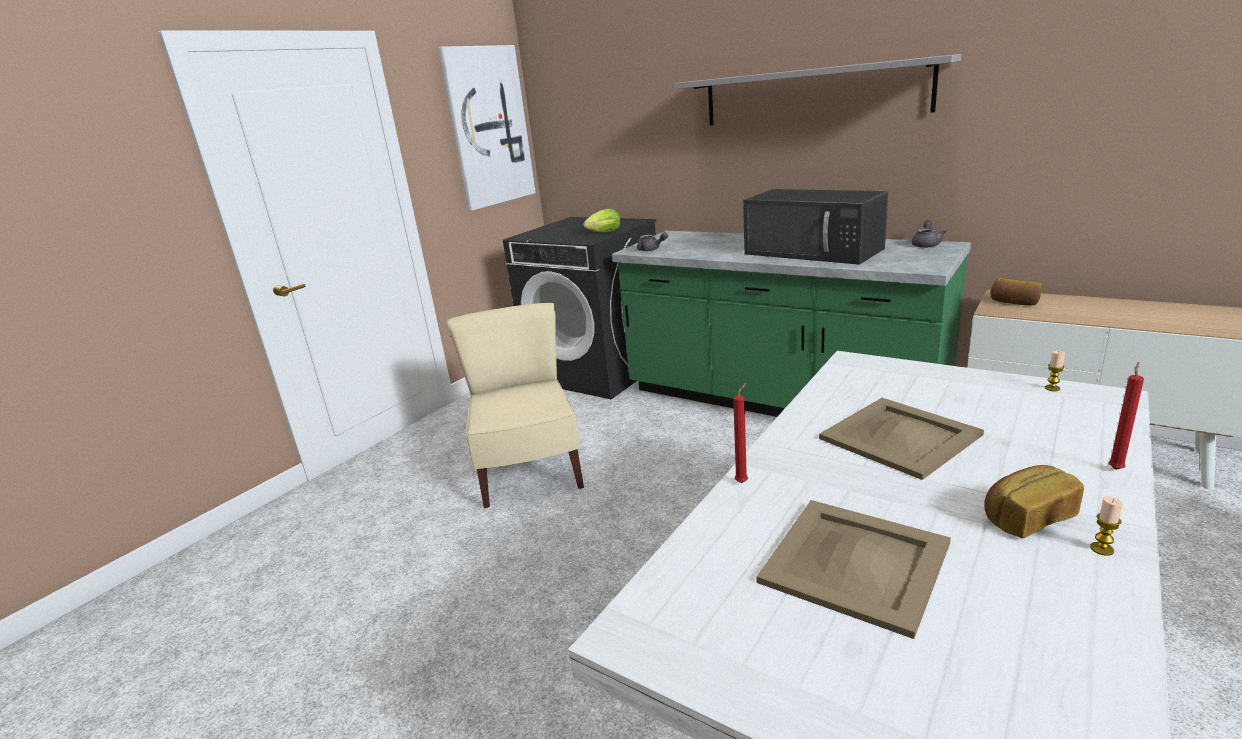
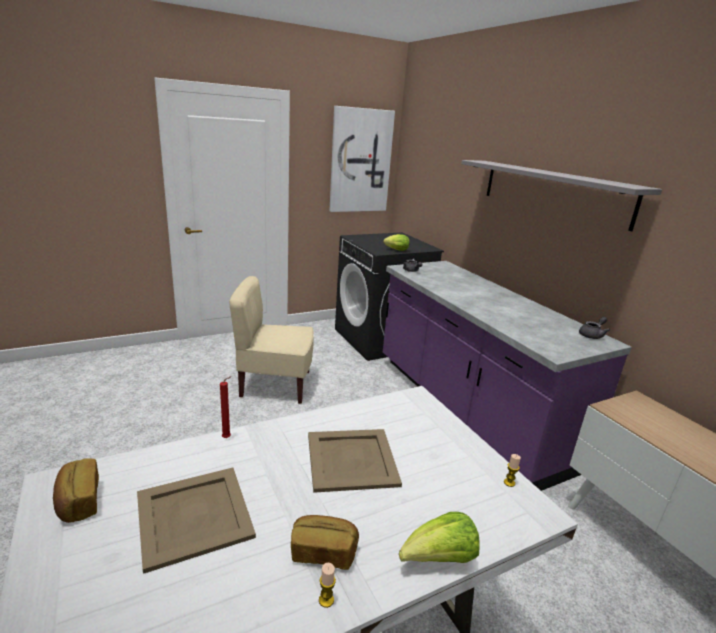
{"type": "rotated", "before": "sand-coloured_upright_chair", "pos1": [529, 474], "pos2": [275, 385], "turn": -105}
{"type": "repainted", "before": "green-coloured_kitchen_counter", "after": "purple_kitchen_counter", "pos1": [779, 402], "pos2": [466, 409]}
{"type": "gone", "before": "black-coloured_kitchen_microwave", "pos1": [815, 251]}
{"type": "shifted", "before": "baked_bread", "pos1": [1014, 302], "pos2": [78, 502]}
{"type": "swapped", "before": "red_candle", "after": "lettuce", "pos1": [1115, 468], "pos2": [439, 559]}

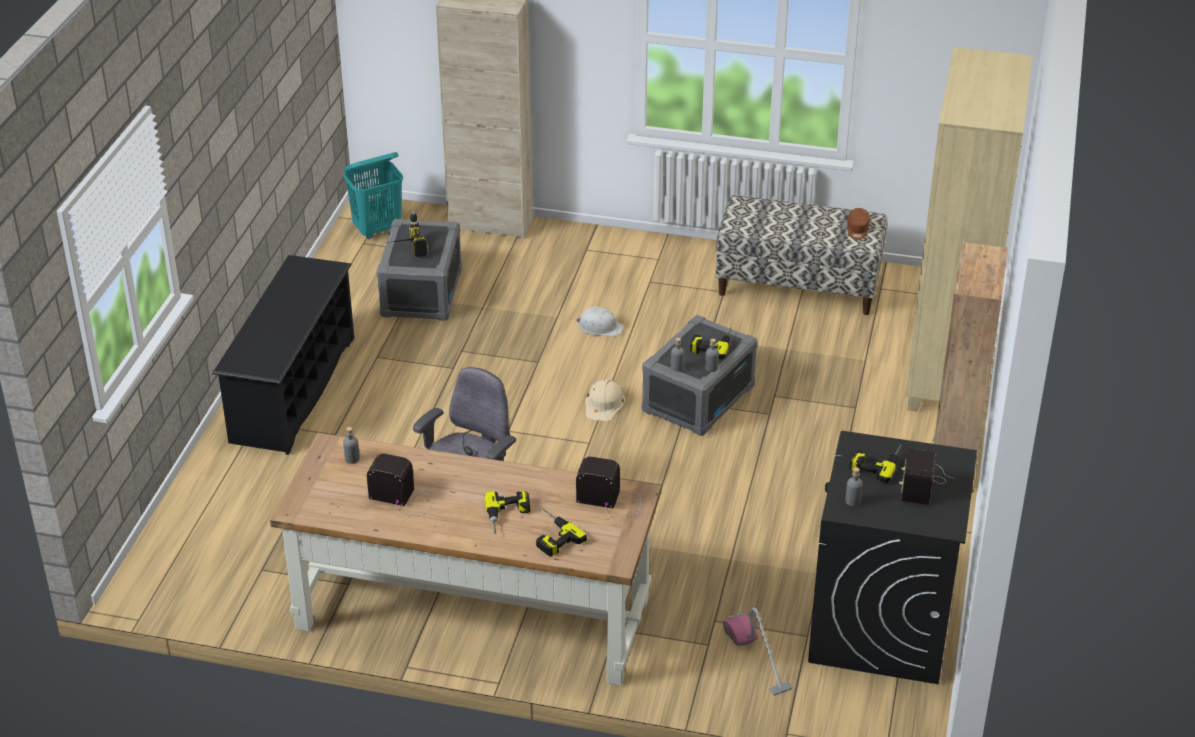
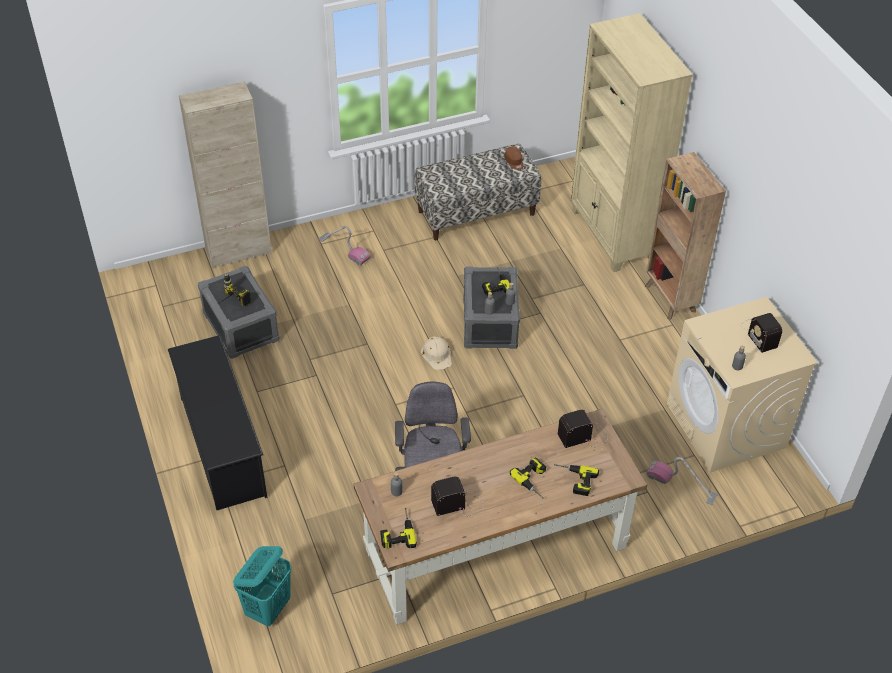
{"type": "shifted", "before": "turquoise-coloured_laundry_basket", "pos1": [378, 230], "pos2": [268, 608]}
{"type": "gone", "before": "white-coloured_hard_hat", "pos1": [600, 327]}
{"type": "repainted", "before": "black-coloured_laundry_machine", "after": "sand-coloured_laundry_machine", "pos1": [881, 626], "pos2": [726, 426]}
{"type": "shifted", "before": "electric_drill", "pos1": [876, 462], "pos2": [397, 531]}
{"type": "new", "after": "vacuum_cleaner", "pos2": [344, 249]}

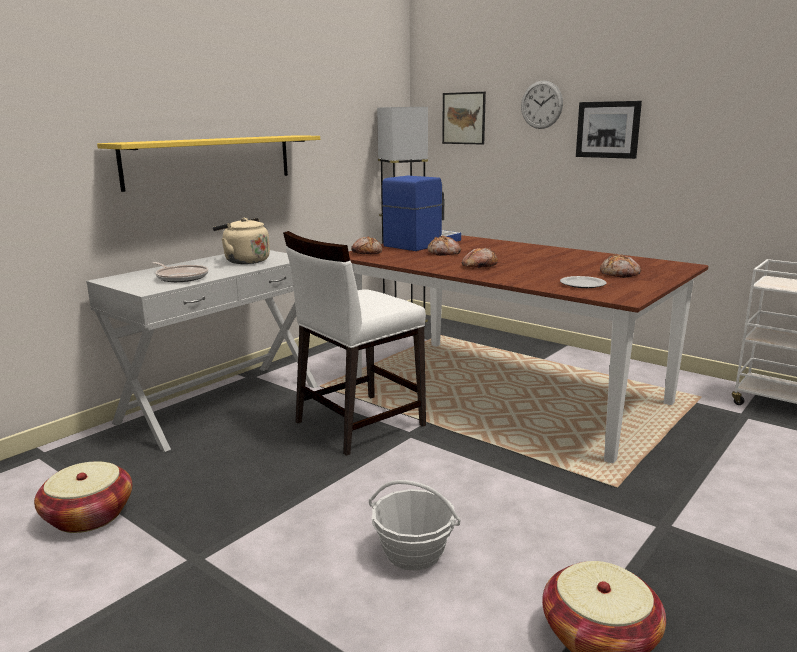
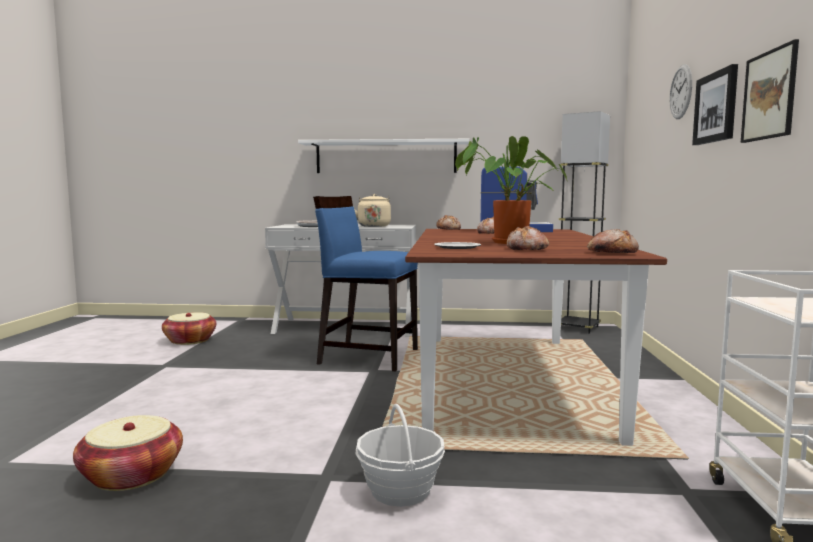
{"type": "repainted", "before": "yellow_wall_shelf", "after": "white-coloured_wall_shelf", "pos1": [210, 161], "pos2": [386, 157]}
{"type": "repainted", "before": "white-coloured_upright_chair", "after": "blue-coloured_upright_chair", "pos1": [358, 423], "pos2": [368, 356]}
{"type": "shifted", "before": "storage_basket", "pos1": [413, 553], "pos2": [400, 491]}
{"type": "shifted", "before": "wall_art", "pos1": [464, 118], "pos2": [769, 95]}
{"type": "shifted", "before": "baked_bread", "pos1": [479, 266], "pos2": [611, 253]}
{"type": "new", "after": "plant_in_a_pot", "pos2": [506, 242]}

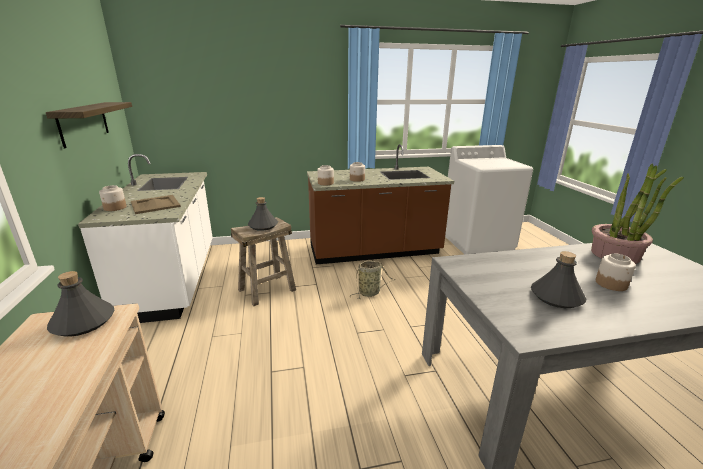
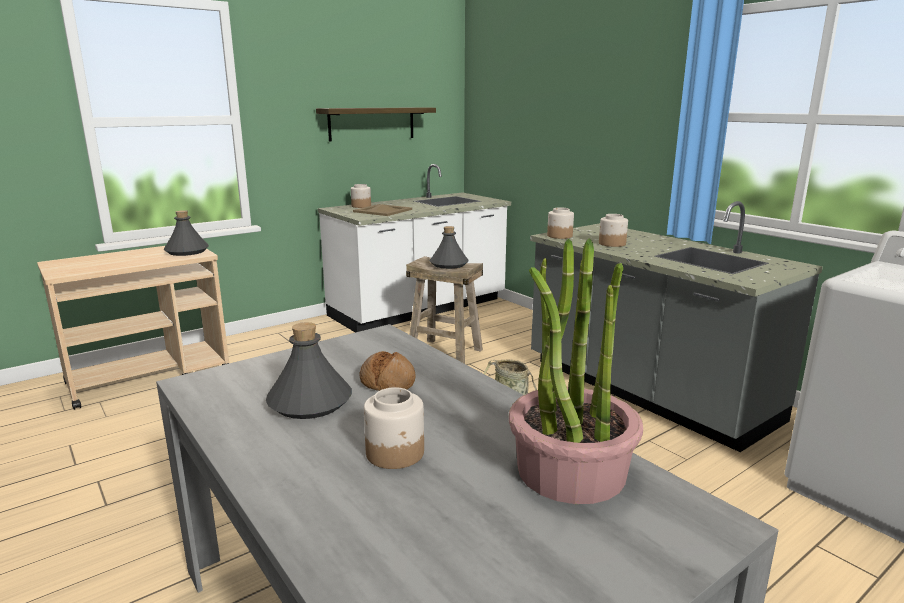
{"type": "repainted", "before": "brown-coloured_kitchen_counter", "after": "grey_kitchen_counter", "pos1": [374, 251], "pos2": [645, 391]}
{"type": "new", "after": "baked_bread", "pos2": [388, 381]}

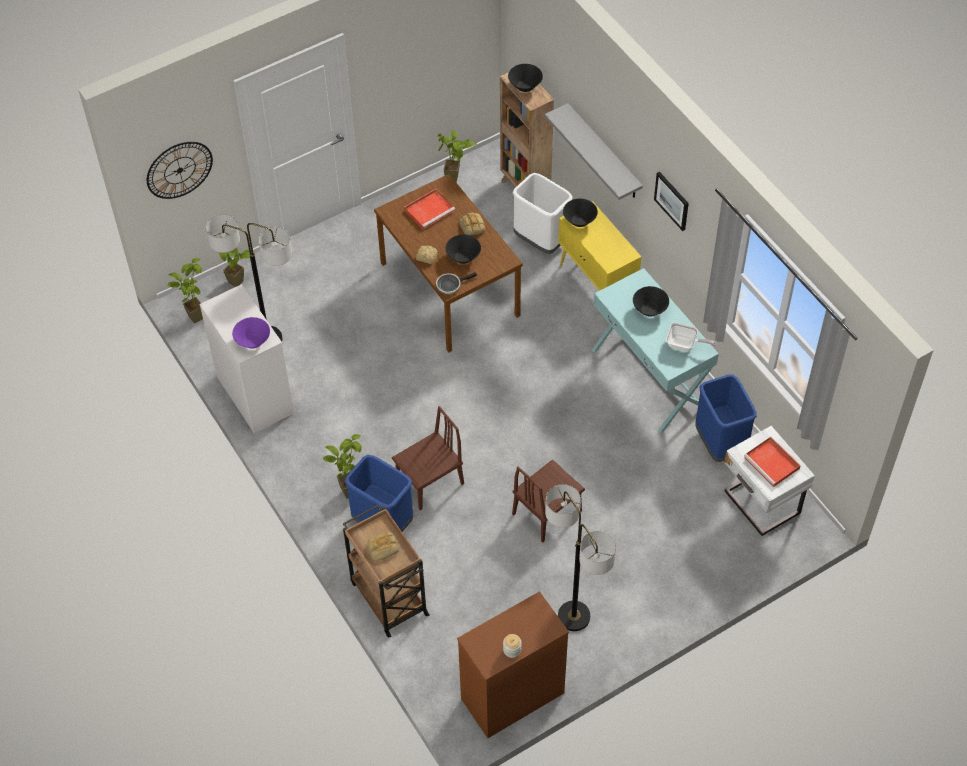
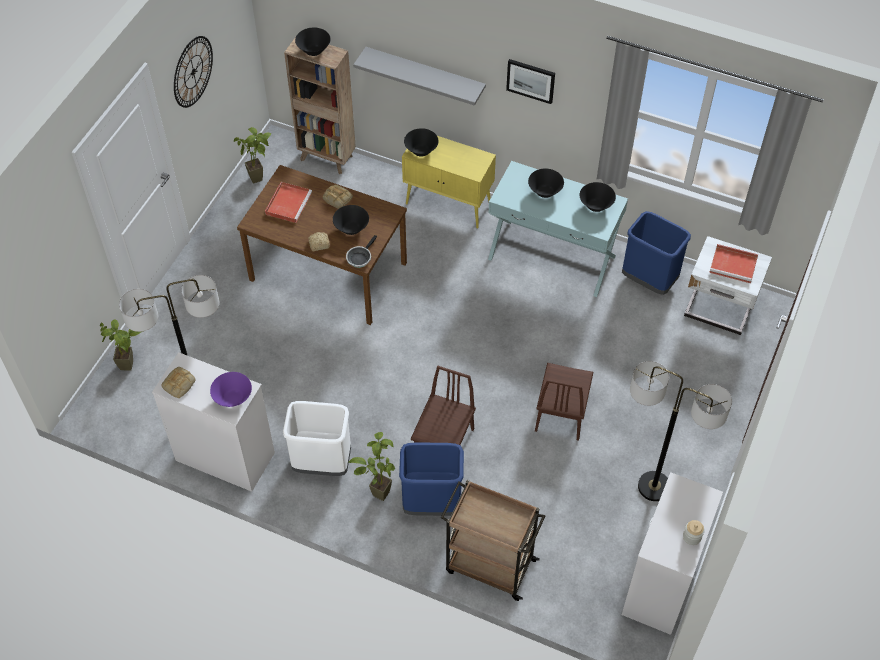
{"type": "shifted", "before": "clock_on_the_wall", "pos1": [179, 170], "pos2": [193, 71]}
{"type": "gone", "before": "plant_in_a_pot", "pos1": [195, 313]}
{"type": "shifted", "before": "baked_bread", "pos1": [383, 548], "pos2": [179, 384]}
{"type": "repainted", "before": "brown-coloured_dresser", "after": "white-coloured_dresser", "pos1": [511, 696], "pos2": [660, 585]}
{"type": "shifted", "before": "white-coloured_trash_can", "pos1": [540, 241], "pos2": [321, 463]}
{"type": "swapped", "before": "skillet", "after": "black-coloured_serving_bowl", "pos1": [684, 345], "pos2": [596, 205]}

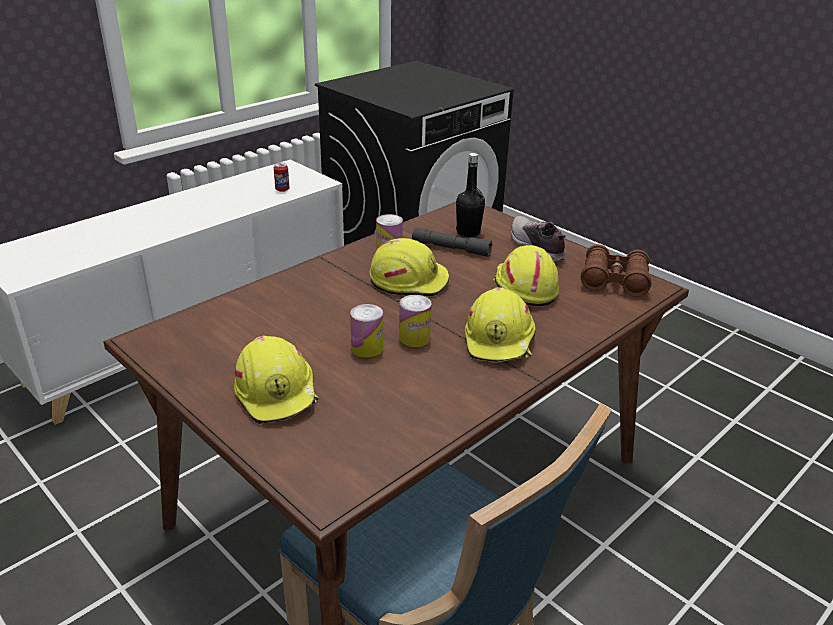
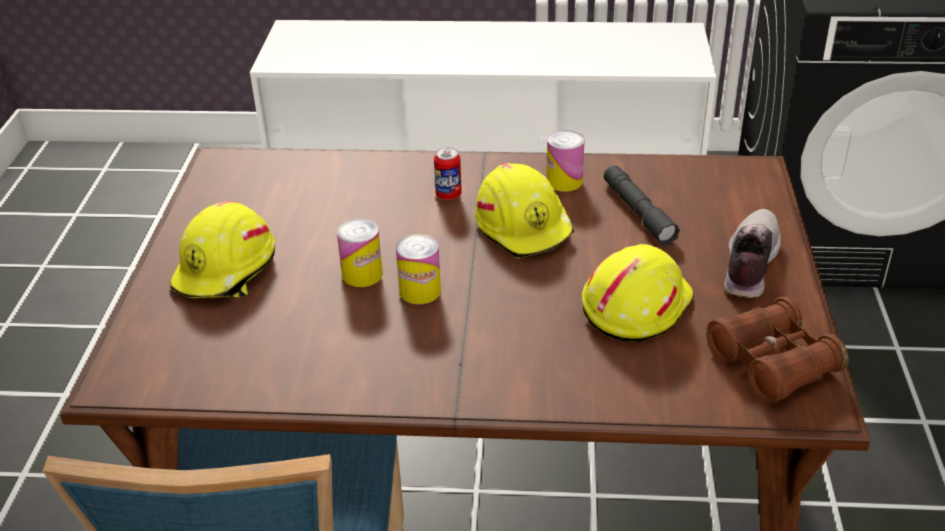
{"type": "shifted", "before": "metal_can", "pos1": [282, 189], "pos2": [448, 195]}
{"type": "gone", "before": "black-coloured_drink_bottle", "pos1": [468, 232]}
{"type": "gone", "before": "yellow_hard_hat", "pos1": [500, 341]}

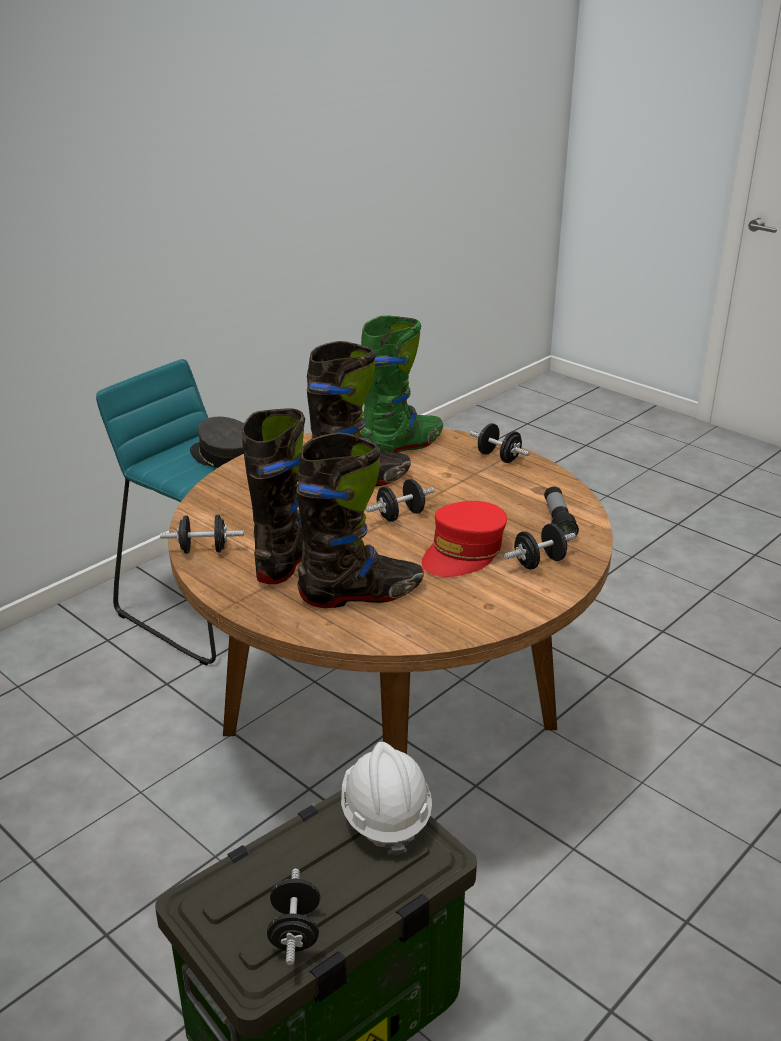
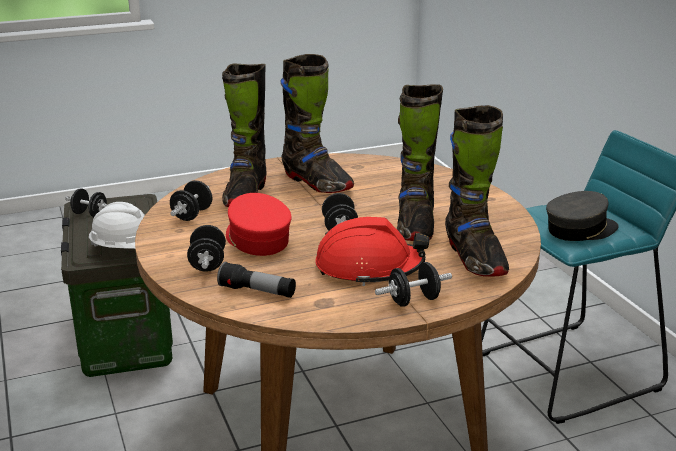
{"type": "shifted", "before": "black-coloured_dumbbell", "pos1": [204, 550], "pos2": [192, 215]}
{"type": "repainted", "before": "green-coloured_high-top_boot", "after": "black-coloured_high-top_boot", "pos1": [403, 447], "pos2": [474, 258]}
{"type": "new", "after": "red_hard_hat", "pos2": [369, 268]}

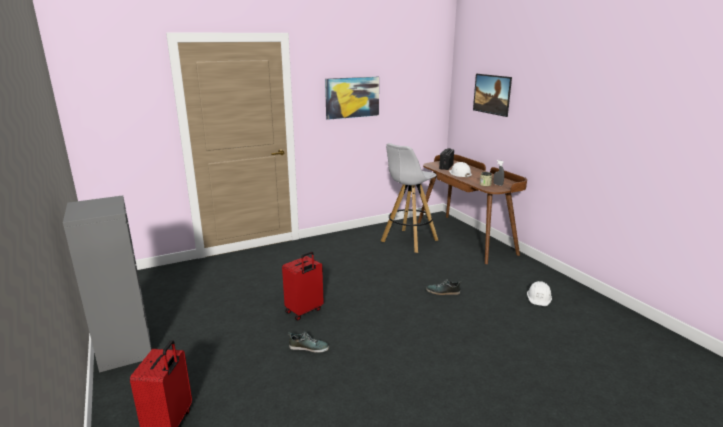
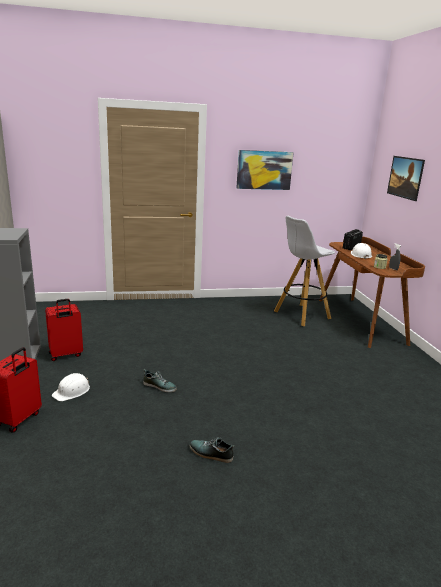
{"type": "shifted", "before": "red_suitcase", "pos1": [304, 311], "pos2": [66, 355]}
{"type": "shifted", "before": "item_of_footwear", "pos1": [443, 292], "pos2": [211, 454]}
{"type": "shifted", "before": "white-coloured_hard_hat", "pos1": [539, 297], "pos2": [72, 391]}

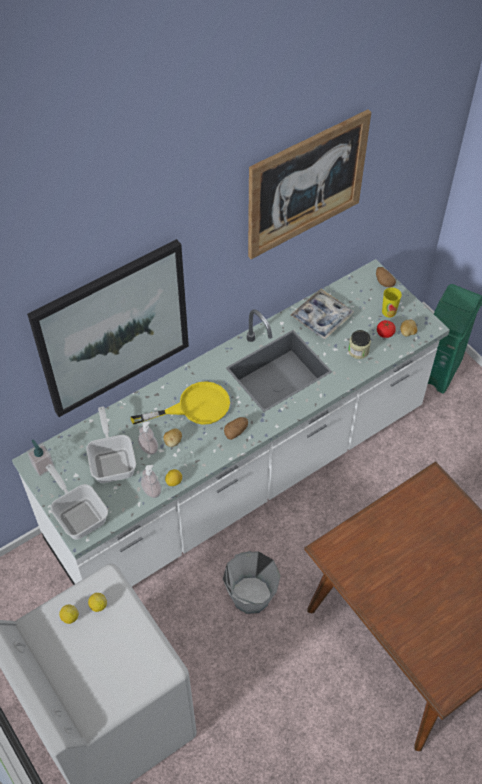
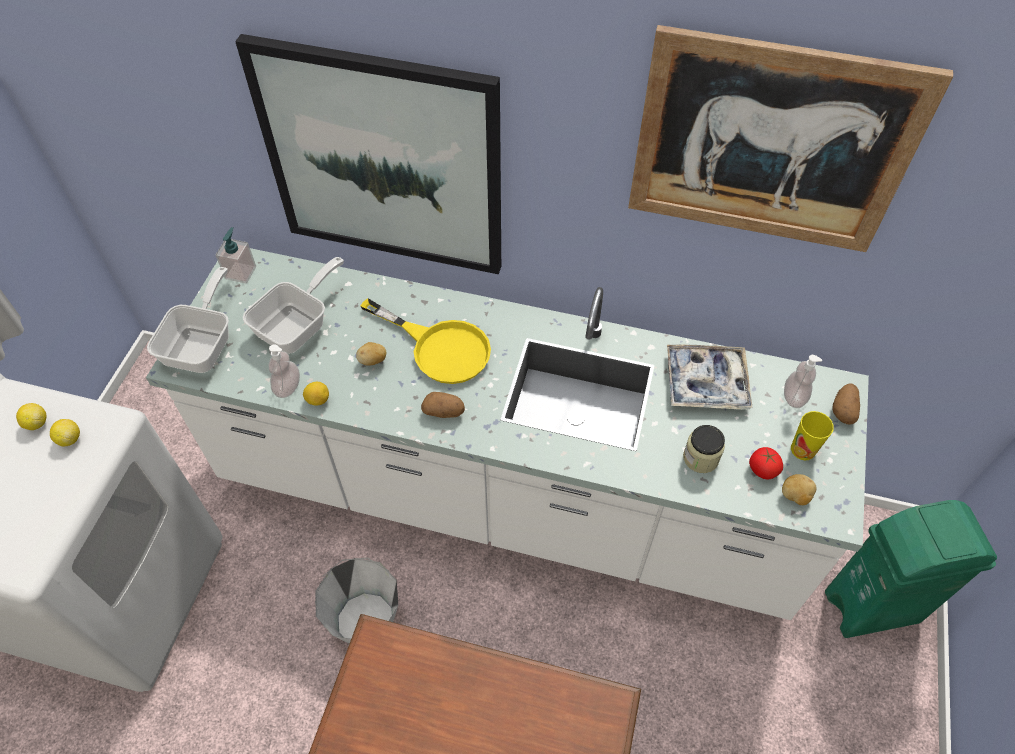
{"type": "shifted", "before": "soap_dispenser", "pos1": [148, 448], "pos2": [794, 397]}

